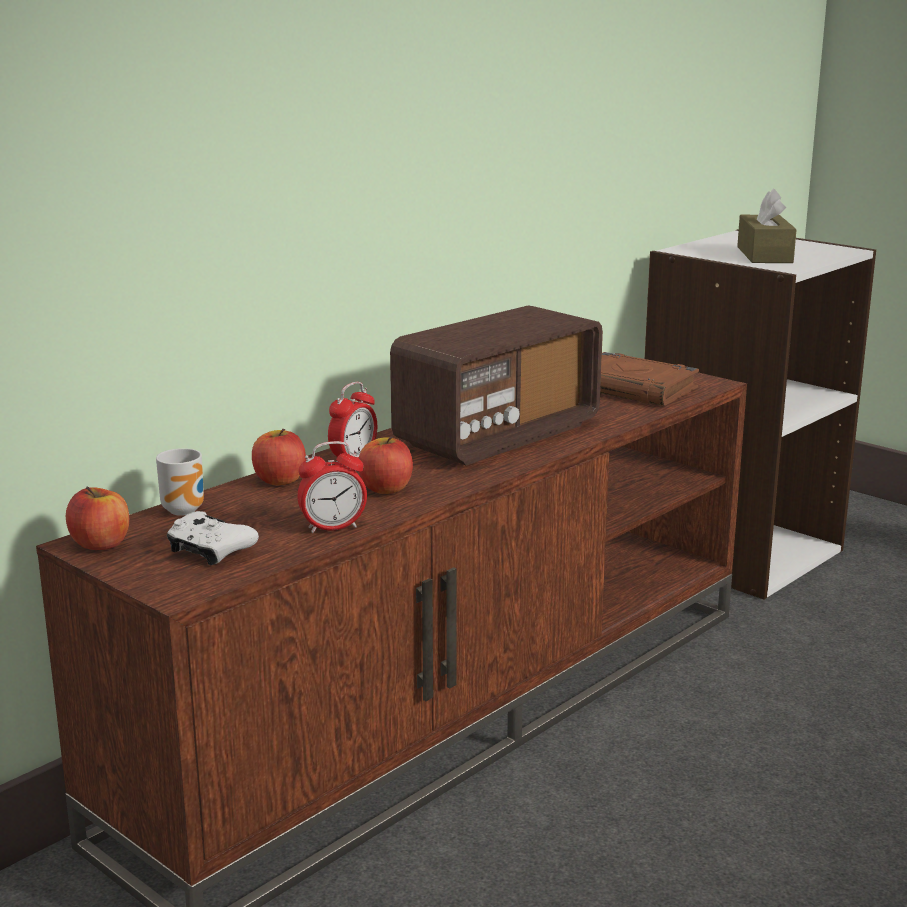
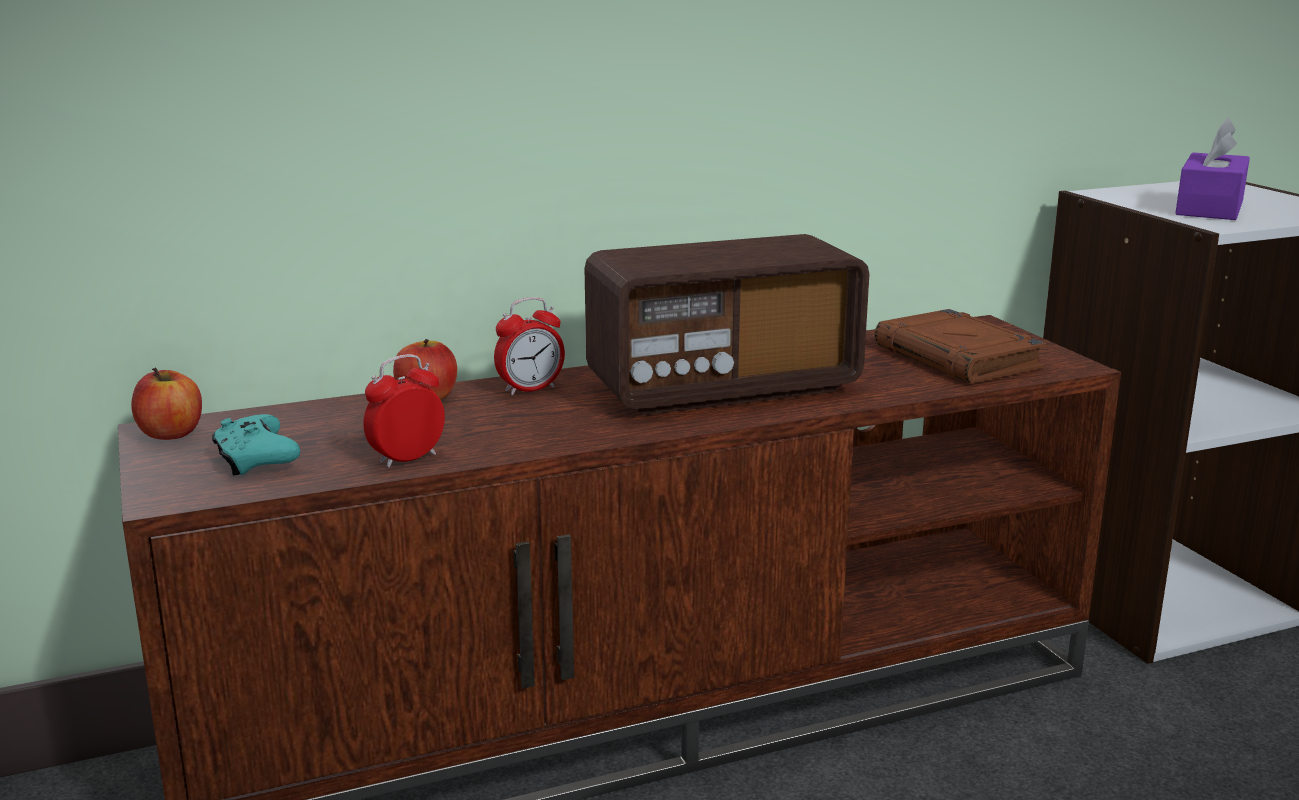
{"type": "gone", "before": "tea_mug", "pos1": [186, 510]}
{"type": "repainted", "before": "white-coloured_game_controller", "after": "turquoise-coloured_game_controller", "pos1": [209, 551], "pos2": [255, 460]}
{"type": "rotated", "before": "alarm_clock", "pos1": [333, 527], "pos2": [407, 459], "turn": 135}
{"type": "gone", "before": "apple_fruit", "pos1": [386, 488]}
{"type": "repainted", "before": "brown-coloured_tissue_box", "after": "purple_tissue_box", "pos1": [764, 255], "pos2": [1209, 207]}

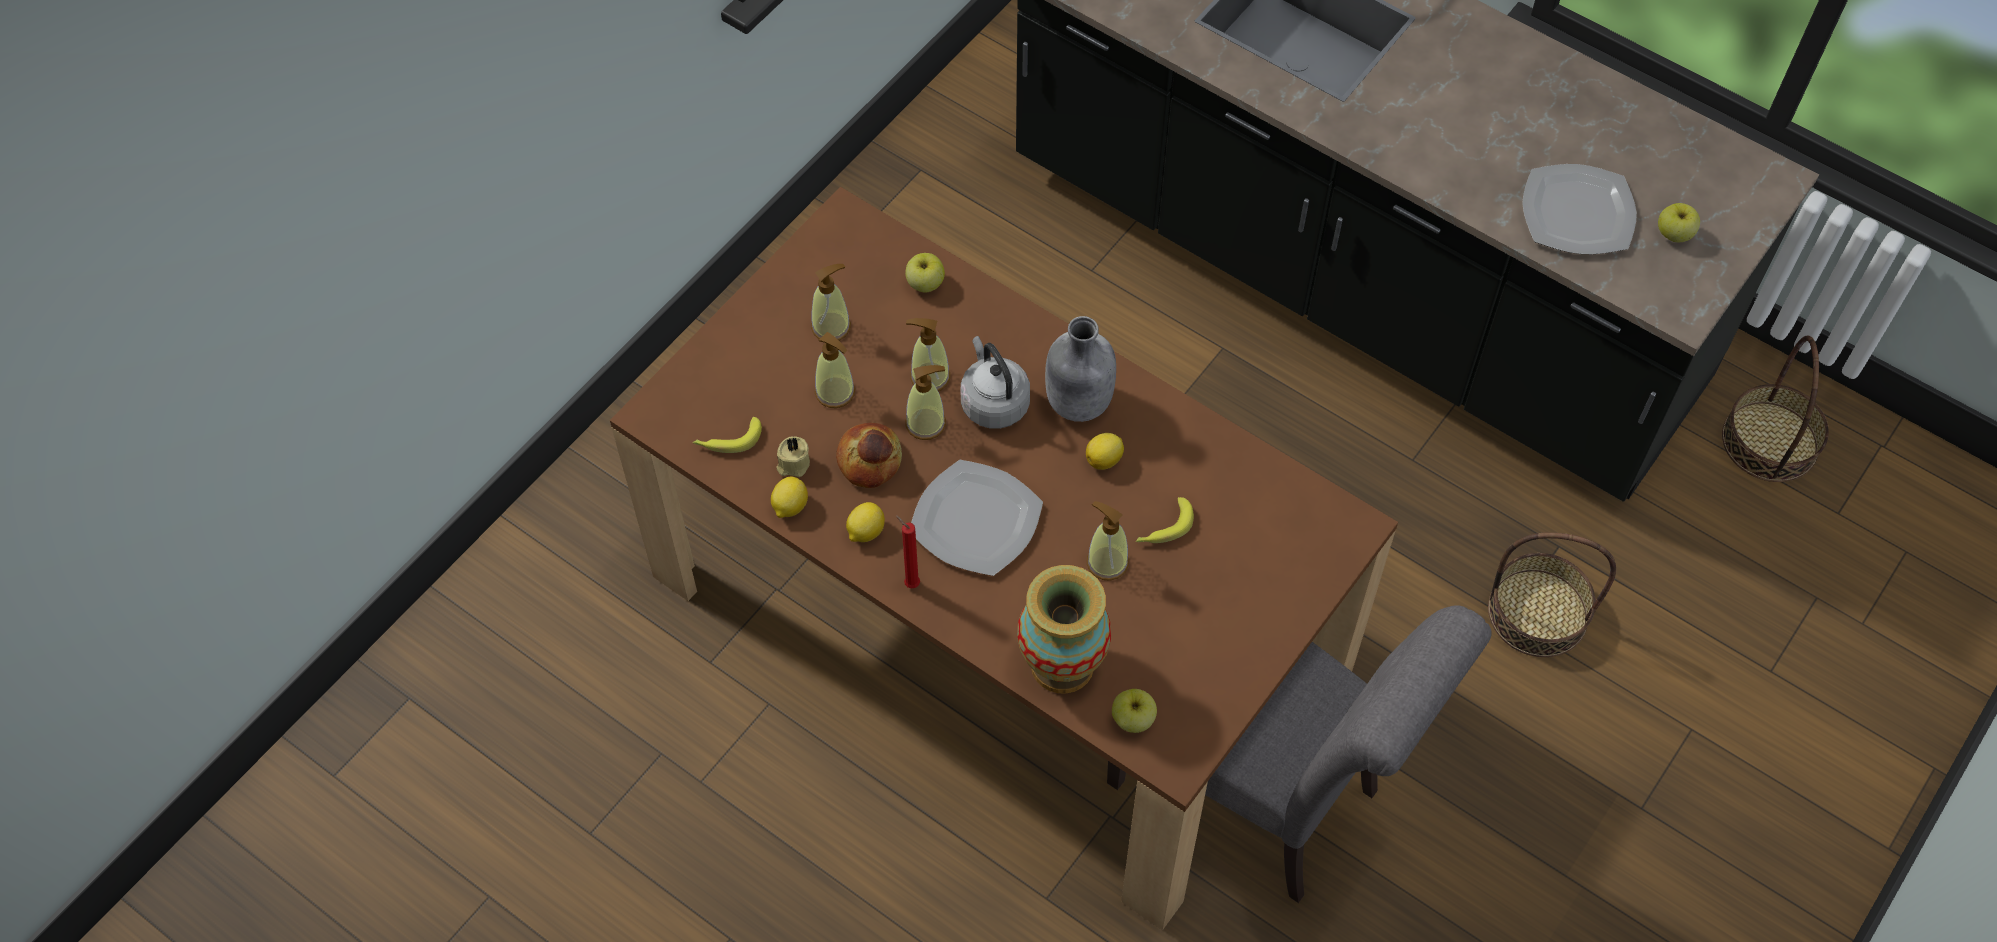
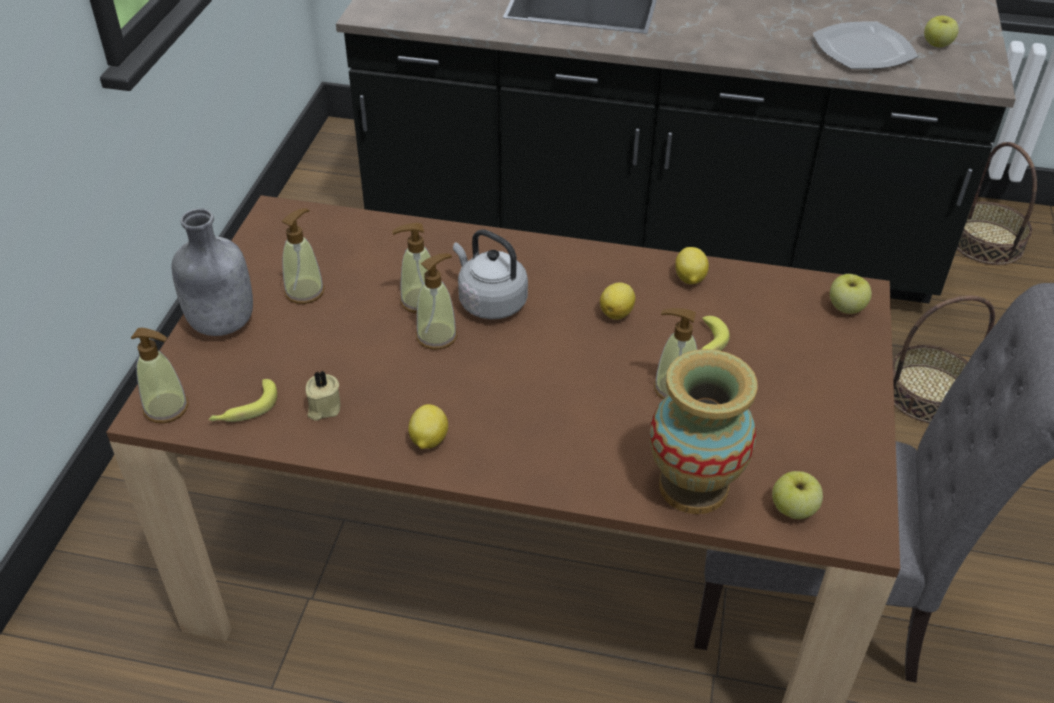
{"type": "shifted", "before": "lemon", "pos1": [789, 506], "pos2": [689, 279]}
{"type": "shifted", "before": "soap_dispenser", "pos1": [835, 392], "pos2": [166, 408]}
{"type": "gone", "before": "baked_bread", "pos1": [870, 460]}
{"type": "gone", "before": "red_candle", "pos1": [910, 583]}
{"type": "shifted", "before": "apple_fruit", "pos1": [925, 283], "pos2": [846, 308]}
{"type": "gone", "before": "flat_dish", "pos1": [975, 519]}
{"type": "shifted", "before": "grey_drink_bottle", "pos1": [1077, 403], "pos2": [221, 324]}

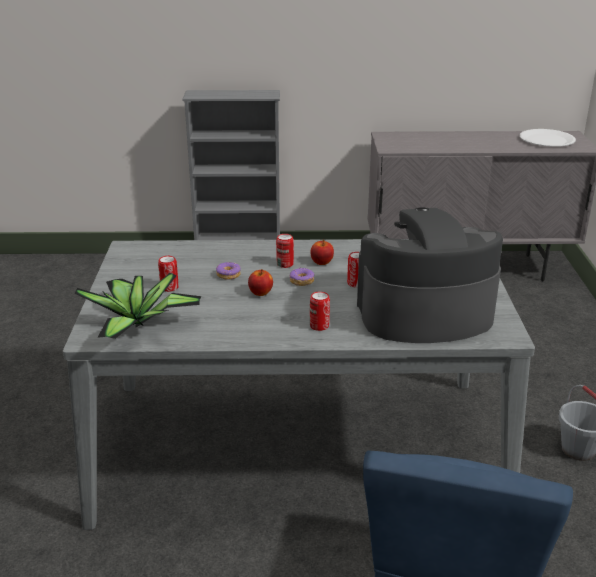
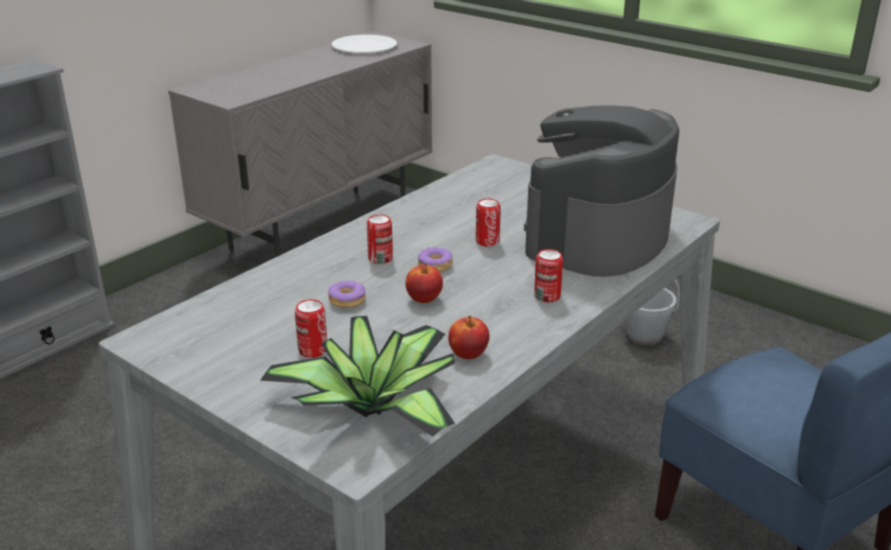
{"type": "shifted", "before": "apple_fruit", "pos1": [321, 262], "pos2": [468, 354]}

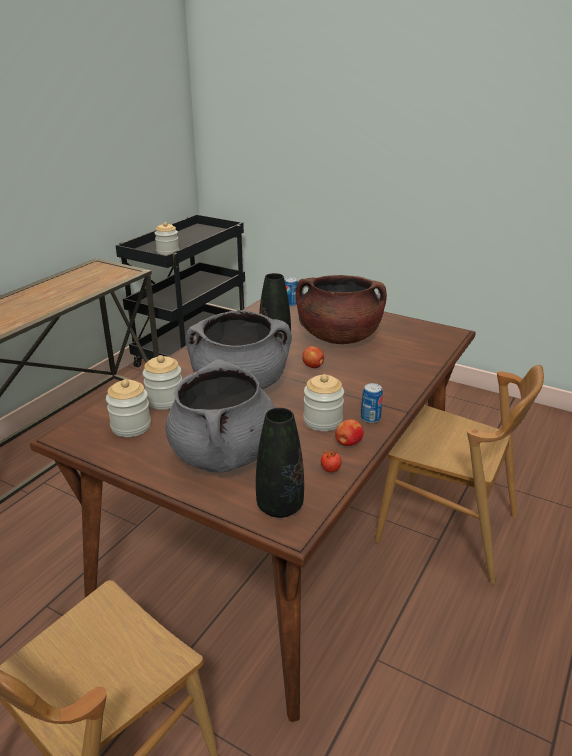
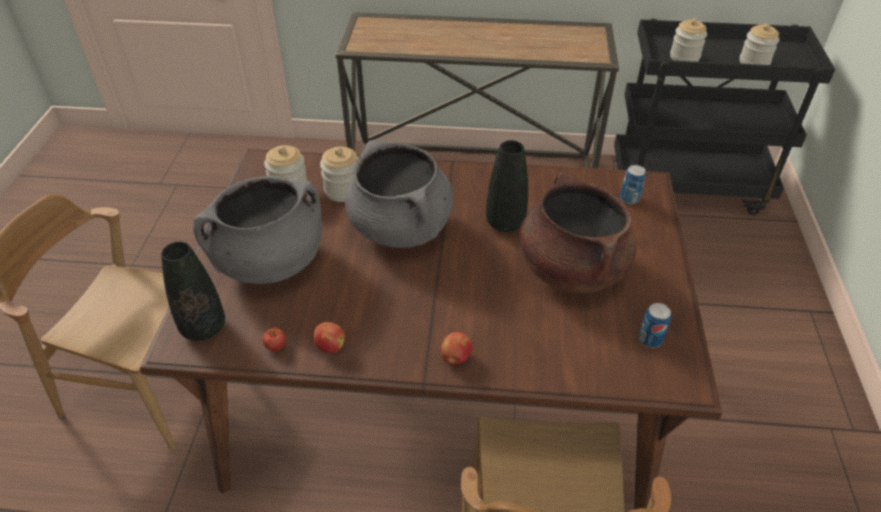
{"type": "shifted", "before": "apple_fruit", "pos1": [313, 366], "pos2": [455, 358]}
{"type": "shifted", "before": "preserve_jar", "pos1": [323, 421], "pos2": [754, 62]}
{"type": "shifted", "before": "metal_can", "pos1": [370, 418], "pos2": [650, 339]}

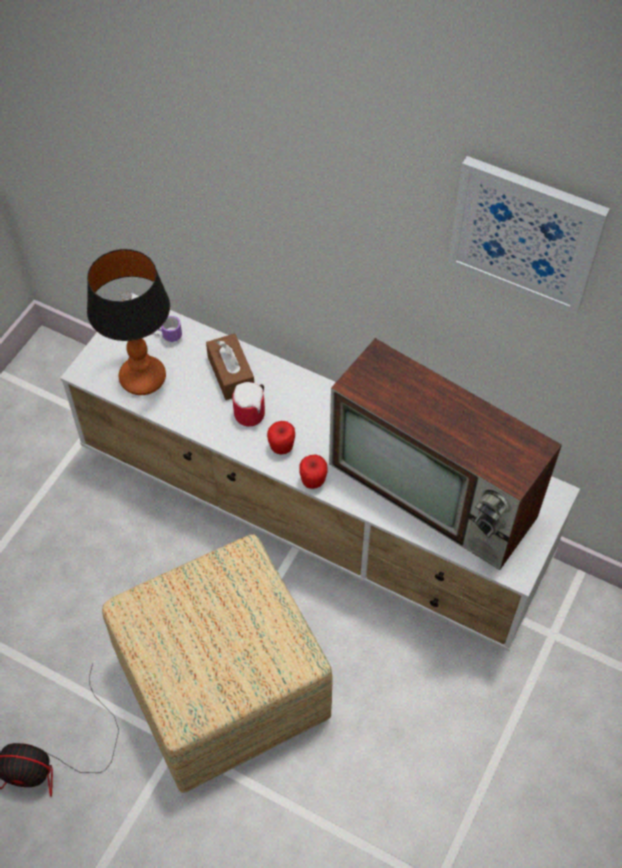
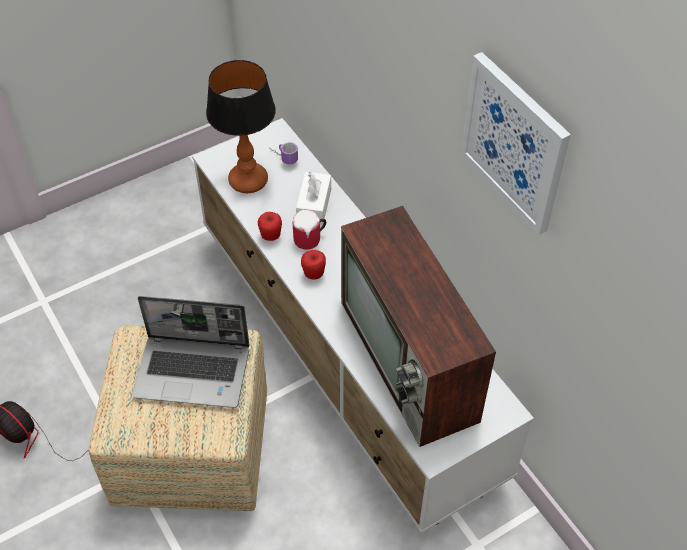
{"type": "repainted", "before": "brown-coloured_tissue_box", "after": "white-coloured_tissue_box", "pos1": [231, 374], "pos2": [314, 205]}
{"type": "shifted", "before": "apple_fruit", "pos1": [313, 481], "pos2": [271, 236]}
{"type": "new", "after": "notebook_computer", "pos2": [194, 371]}

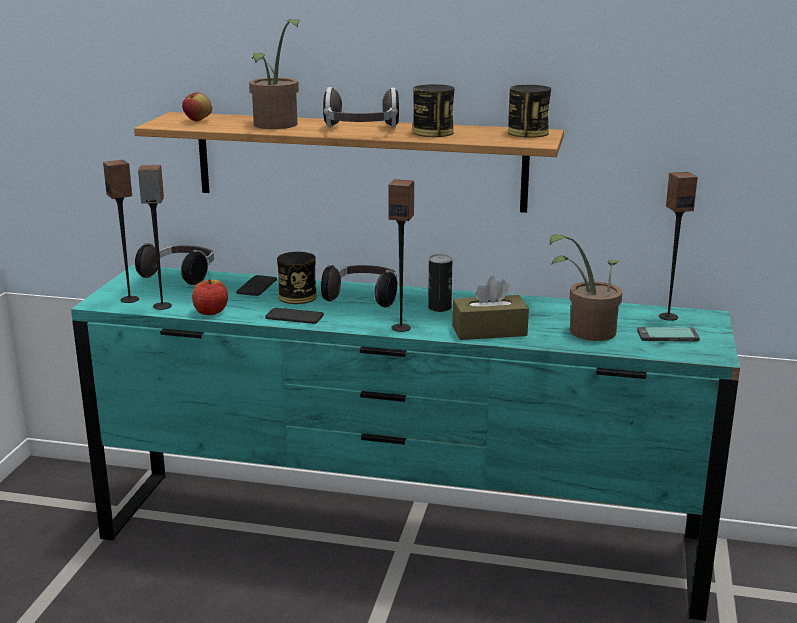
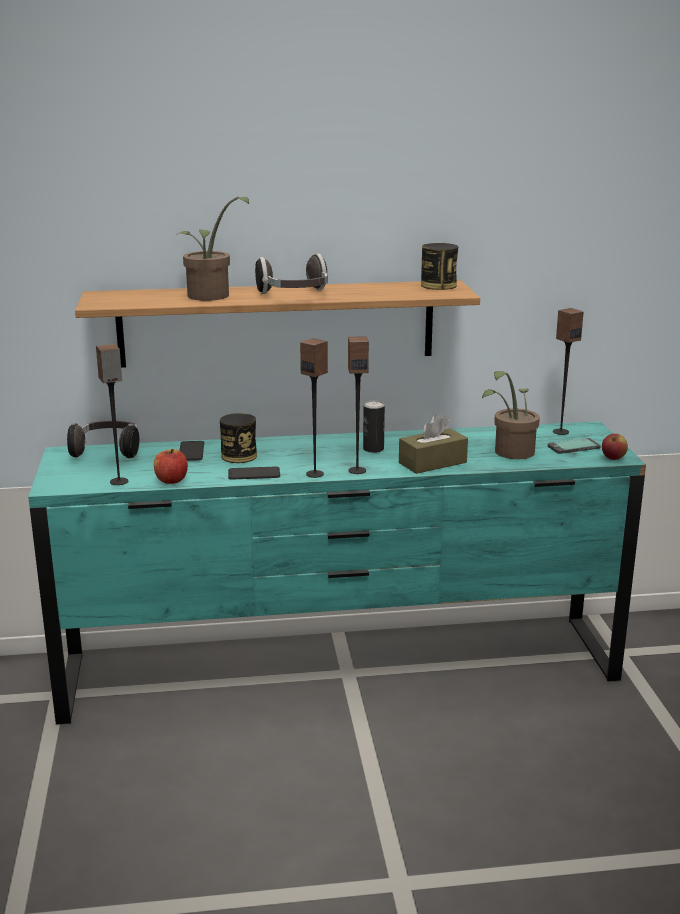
{"type": "shifted", "before": "loudspeaker", "pos1": [130, 299], "pos2": [315, 474]}
{"type": "shifted", "before": "apple_fruit", "pos1": [198, 121], "pos2": [613, 459]}
{"type": "gone", "before": "headset", "pos1": [363, 298]}
{"type": "gone", "before": "metal_can", "pos1": [433, 132]}

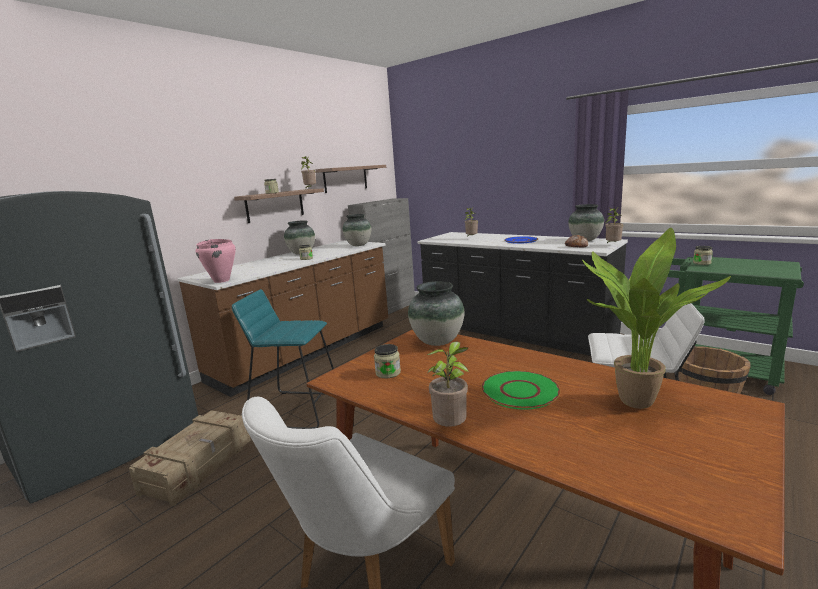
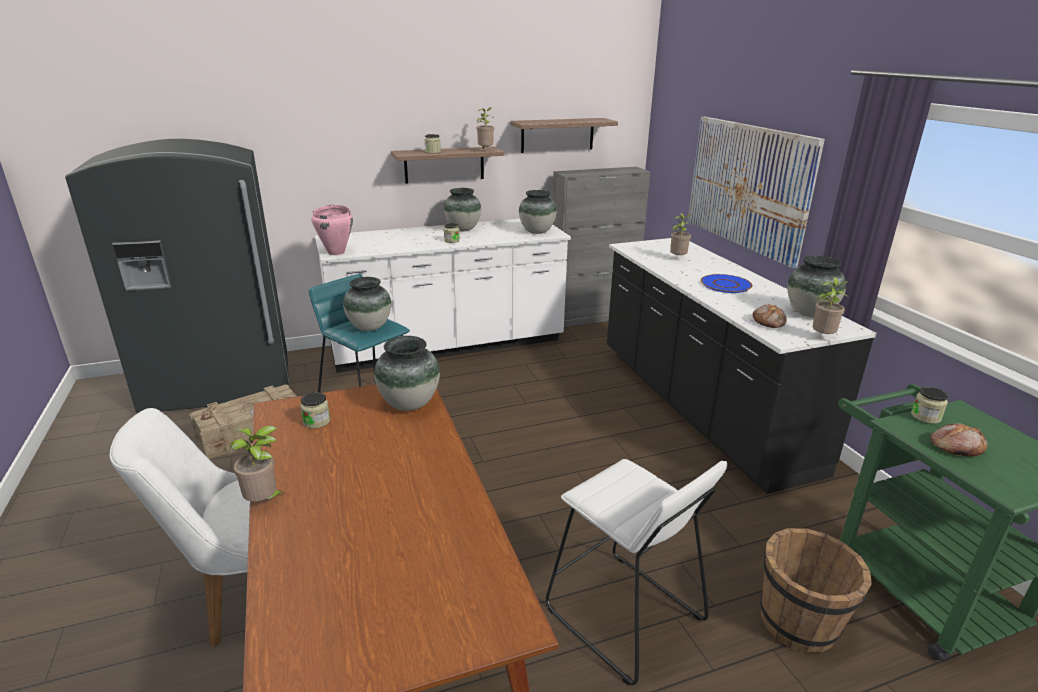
{"type": "repainted", "before": "brown-coloured_kitchen_counter", "after": "white-coloured_kitchen_counter", "pos1": [307, 352], "pos2": [448, 346]}
{"type": "gone", "before": "green-coloured_flat_dish", "pos1": [520, 391]}
{"type": "gone", "before": "plant_in_a_pot", "pos1": [631, 400]}
{"type": "new", "after": "decorative_vase", "pos2": [370, 327]}
{"type": "new", "after": "wall_art", "pos2": [748, 186]}
{"type": "new", "after": "baked_bread", "pos2": [955, 447]}

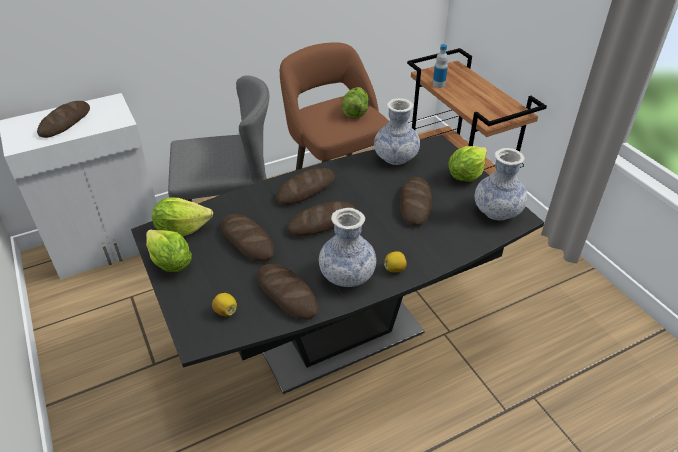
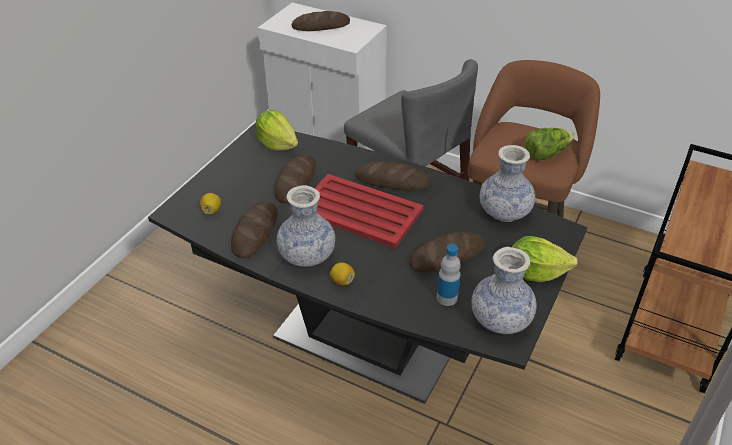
{"type": "gone", "before": "lettuce", "pos1": [170, 263]}
{"type": "swapped", "before": "baked_bread", "after": "red_serving_tray", "pos1": [322, 222], "pos2": [359, 210]}
{"type": "shifted", "before": "drink_bottle", "pos1": [438, 84], "pos2": [447, 298]}

